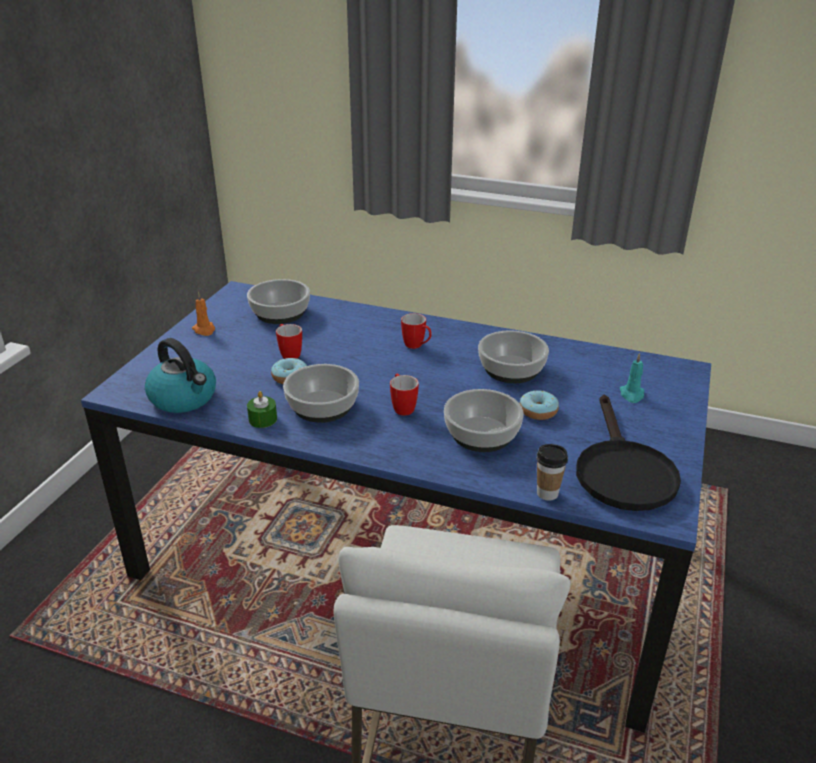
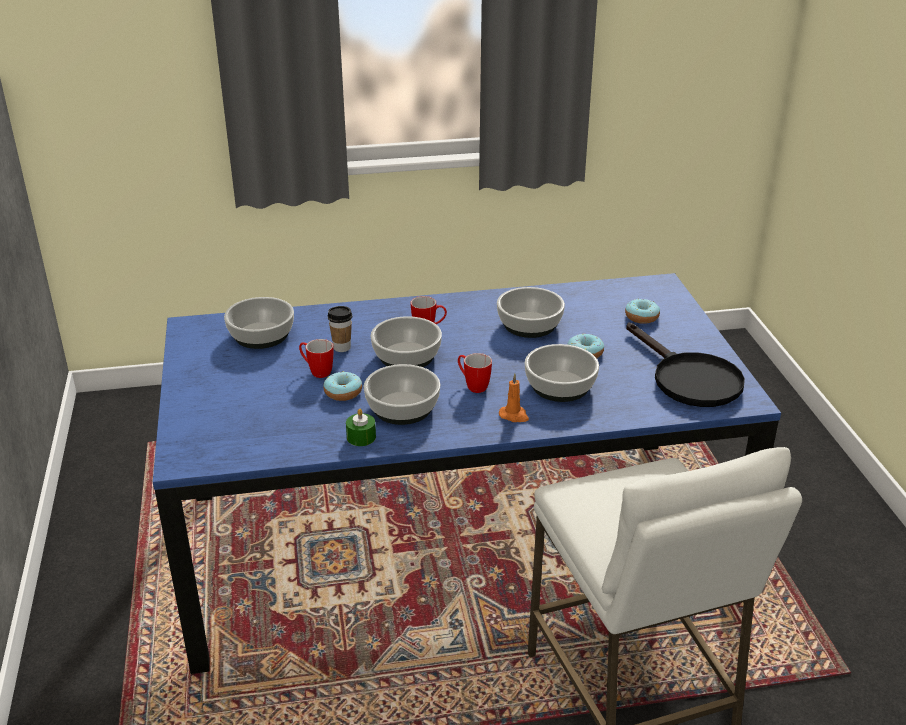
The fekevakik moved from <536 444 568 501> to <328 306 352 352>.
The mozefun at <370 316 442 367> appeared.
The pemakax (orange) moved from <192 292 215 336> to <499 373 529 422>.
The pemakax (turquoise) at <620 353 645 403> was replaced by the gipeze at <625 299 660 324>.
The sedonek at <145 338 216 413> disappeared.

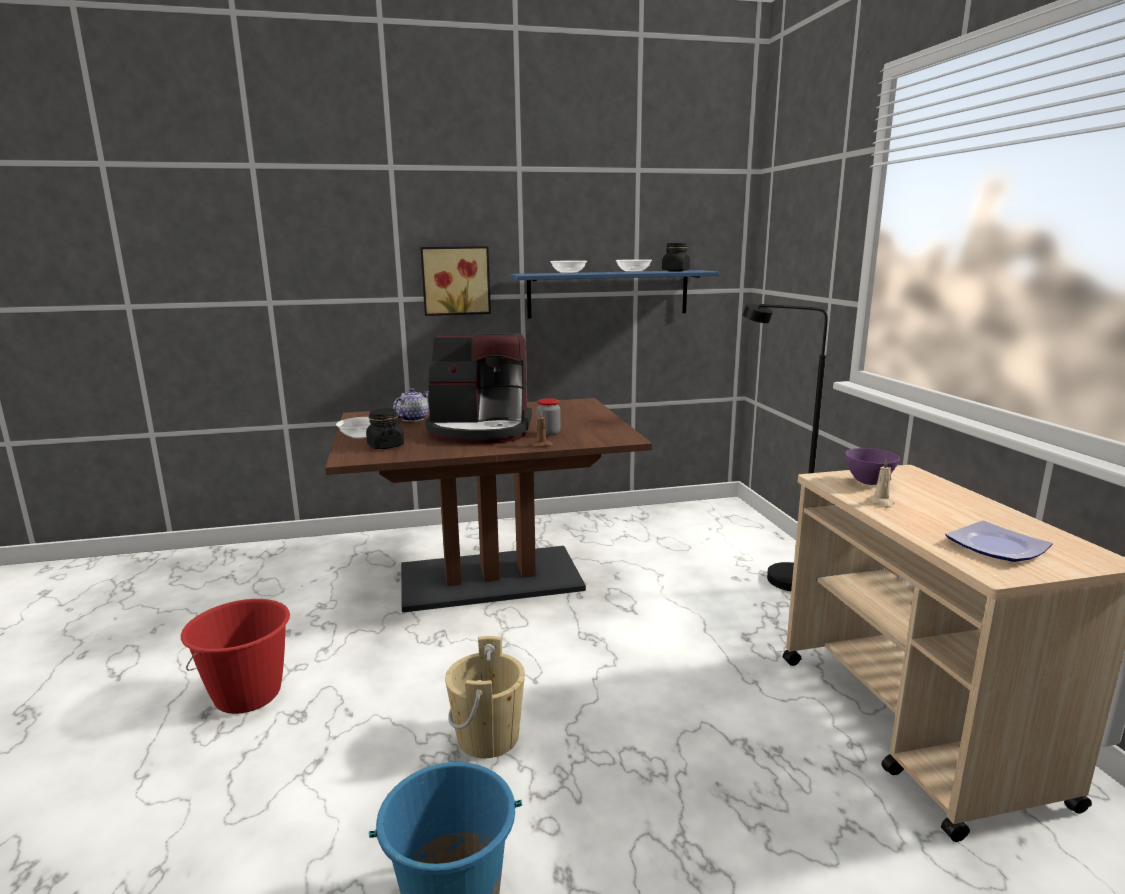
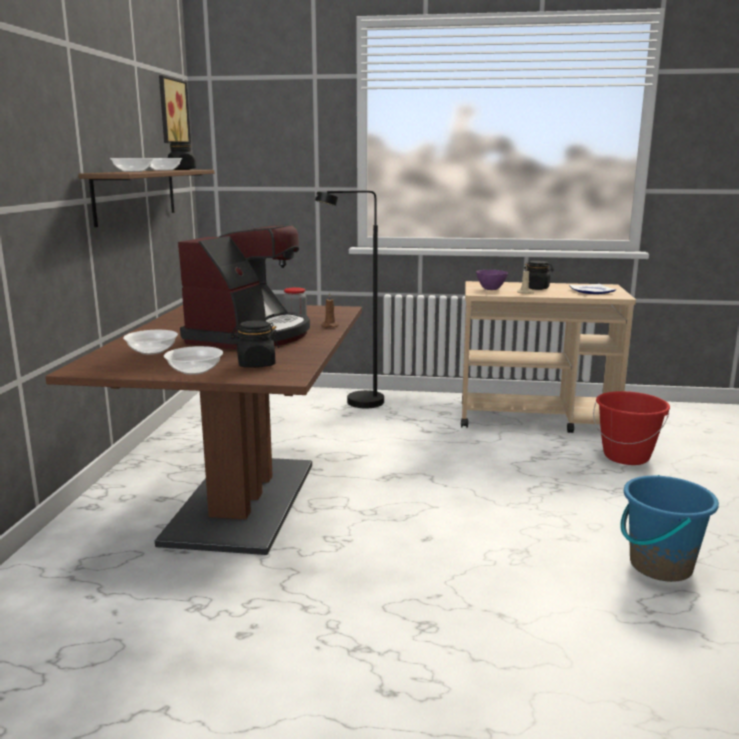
The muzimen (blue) at <510 270 719 319> became the muzimen (brown) at <78 170 214 227>.
The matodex at <393 388 429 422> was replaced by the mozefun at <123 330 178 355>.
The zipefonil moved from <420 246 491 316> to <159 75 191 144>.
The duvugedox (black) at <524 261 554 290> appeared.
The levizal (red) moved from <181 599 290 714> to <593 391 670 465>.
The levizal (beige) at <445 636 525 758> disappeared.

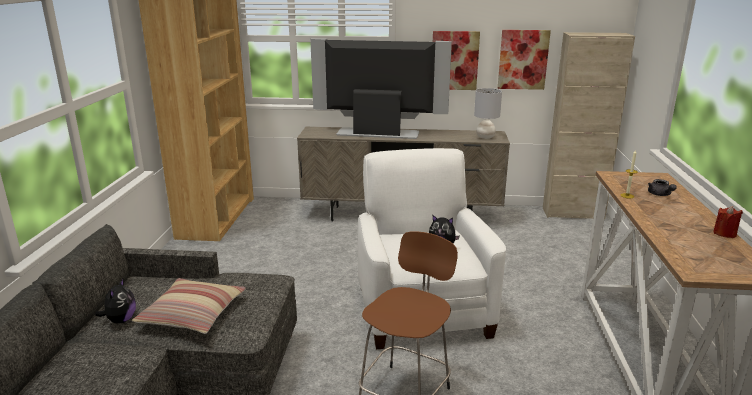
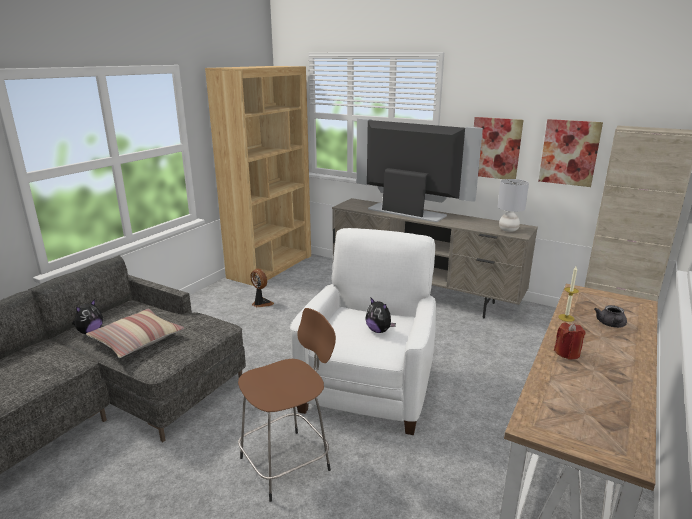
The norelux at <250 269 274 307> appeared.
The pemakax (red) moved from <713 206 743 238> to <554 323 585 360>.

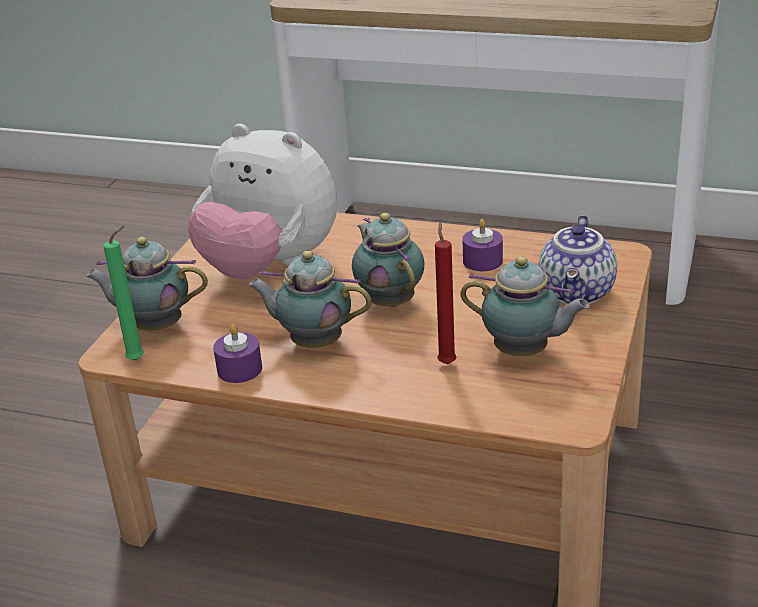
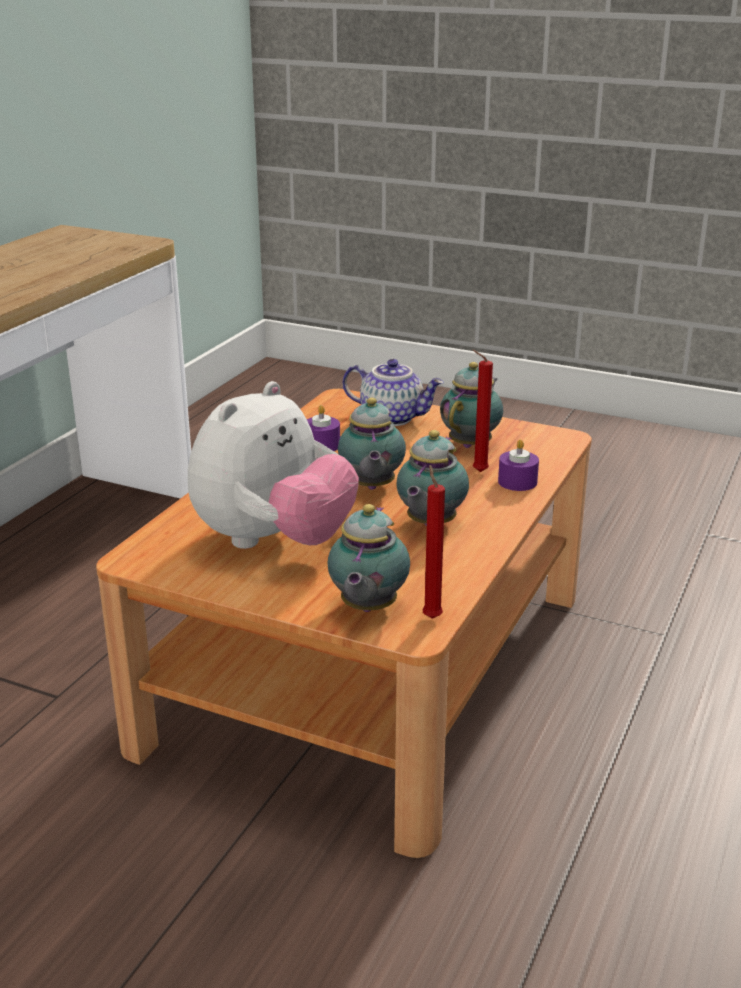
The matodex at <352 213 425 307> turned 75 degrees counterclockwise.
The pemakax (green) at <103 226 144 361> became the pemakax (red) at <423 465 445 619>.
The pemakax (purple) moved from <213 324 262 383> to <498 439 539 491>.

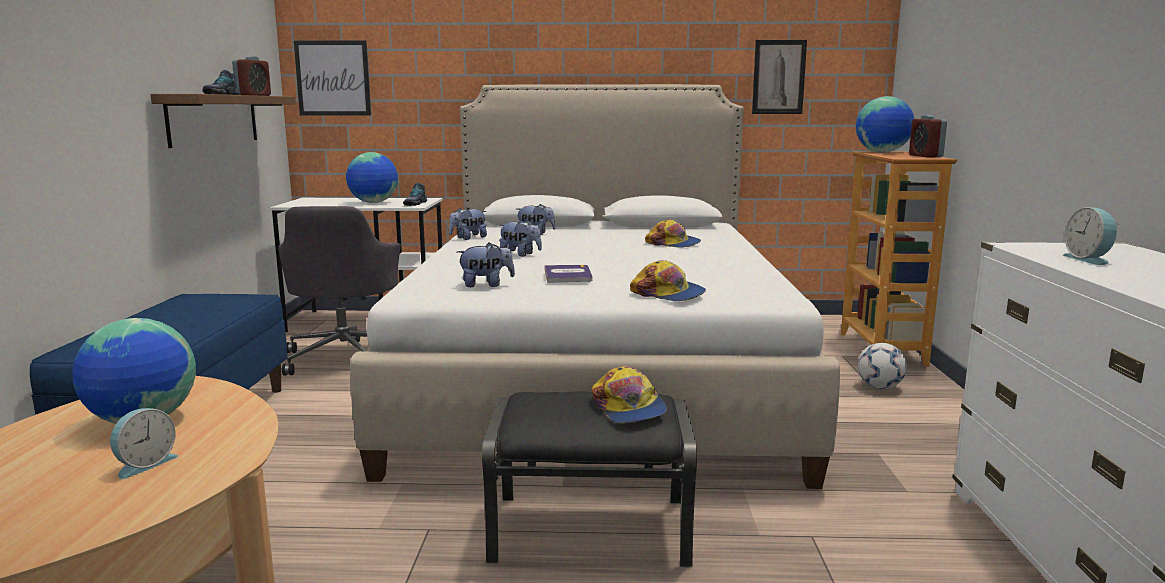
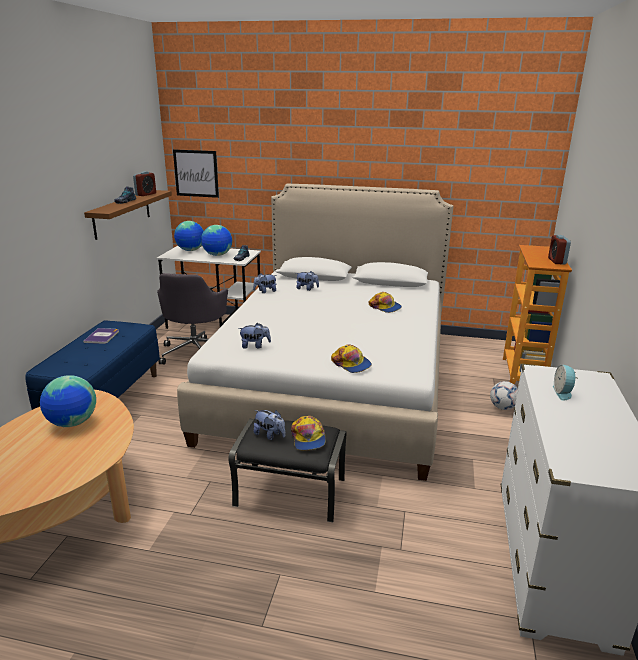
The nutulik moved from <544 265 593 283> to <83 328 119 344>.
The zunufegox moved from <856 96 914 153> to <174 221 204 251>.
The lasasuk moved from <499 220 542 257> to <254 410 285 440>.
The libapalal at <110 408 178 479> disappeared.
The zipefonil at <752 40 807 114> disappeared.

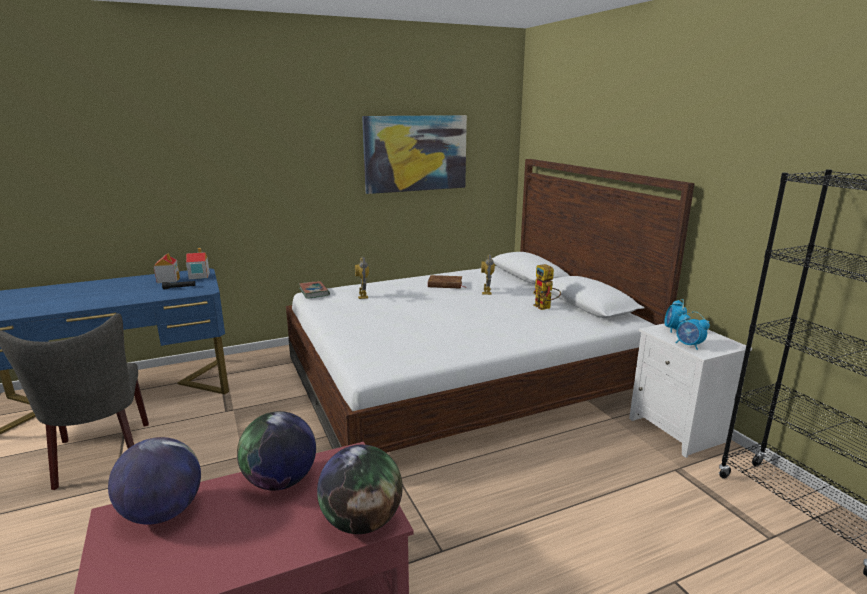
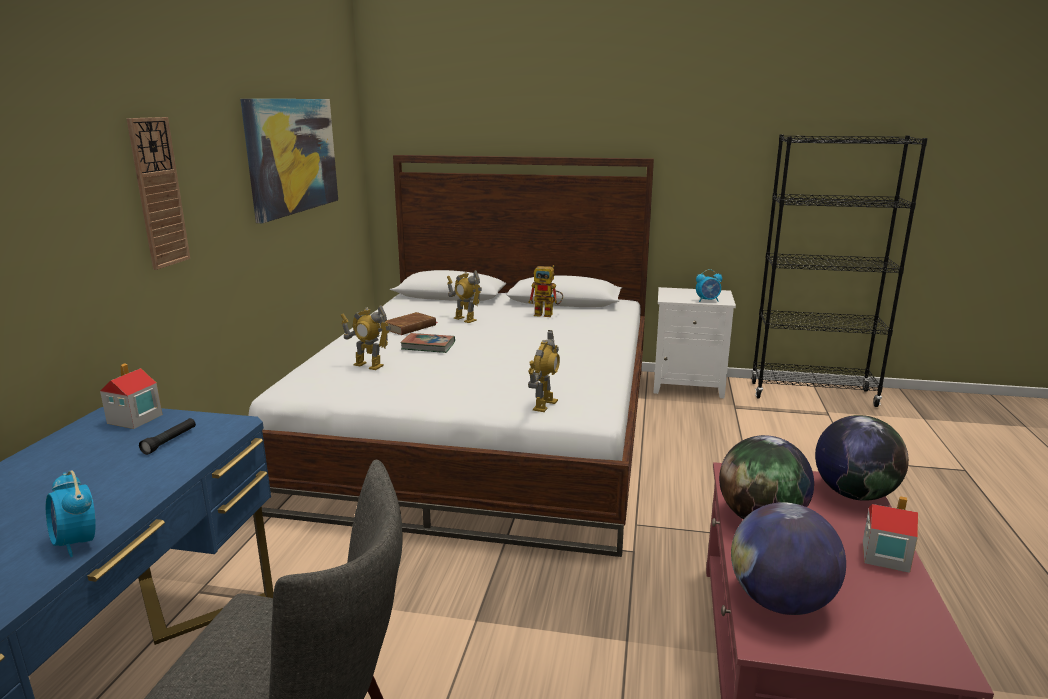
The libapalal moved from <664 299 687 333> to <46 470 96 557>.
The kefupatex at <127 117 190 270> appeared.
The nutulik moved from <299 281 330 299> to <400 333 455 353>.
The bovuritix at <528 330 560 412> appeared.
The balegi moved from <154 253 180 283> to <863 496 918 573>.

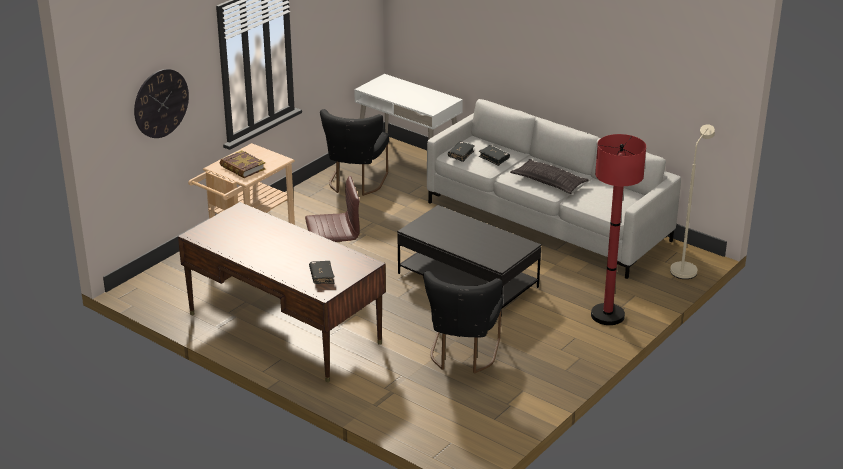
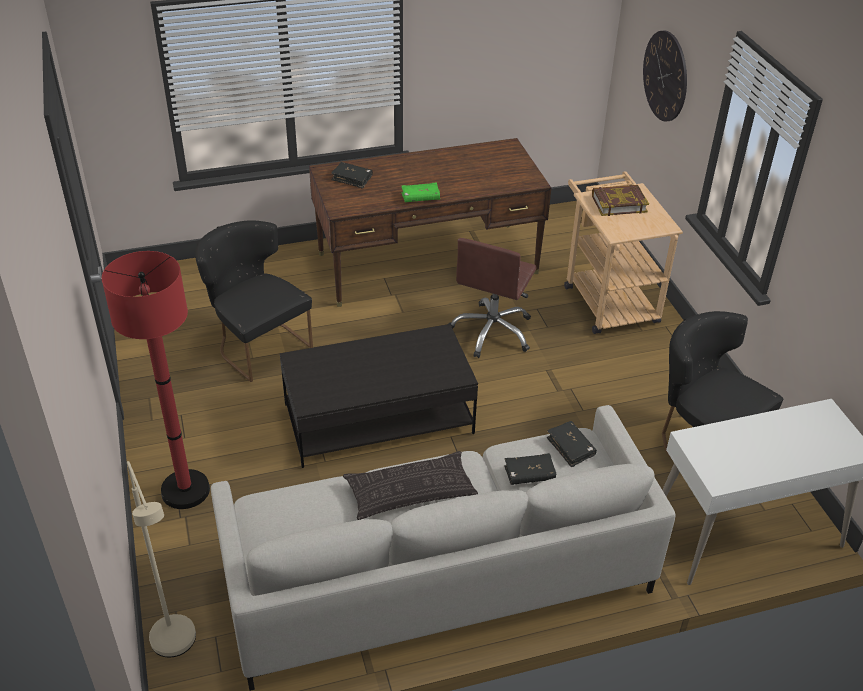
The nutulik (green) at <401 183 440 202> appeared.

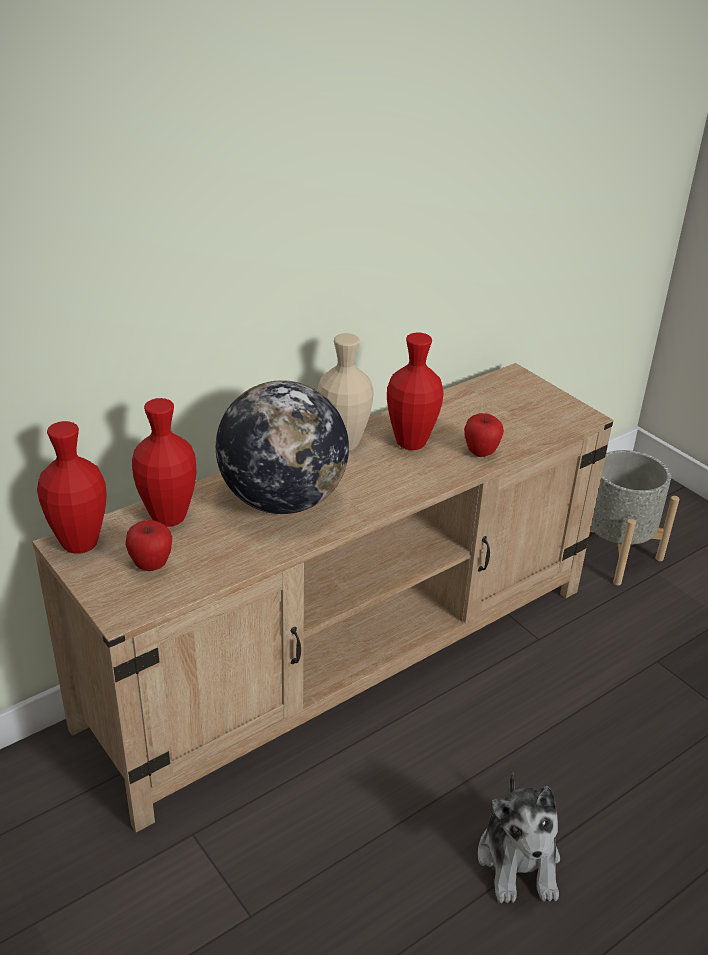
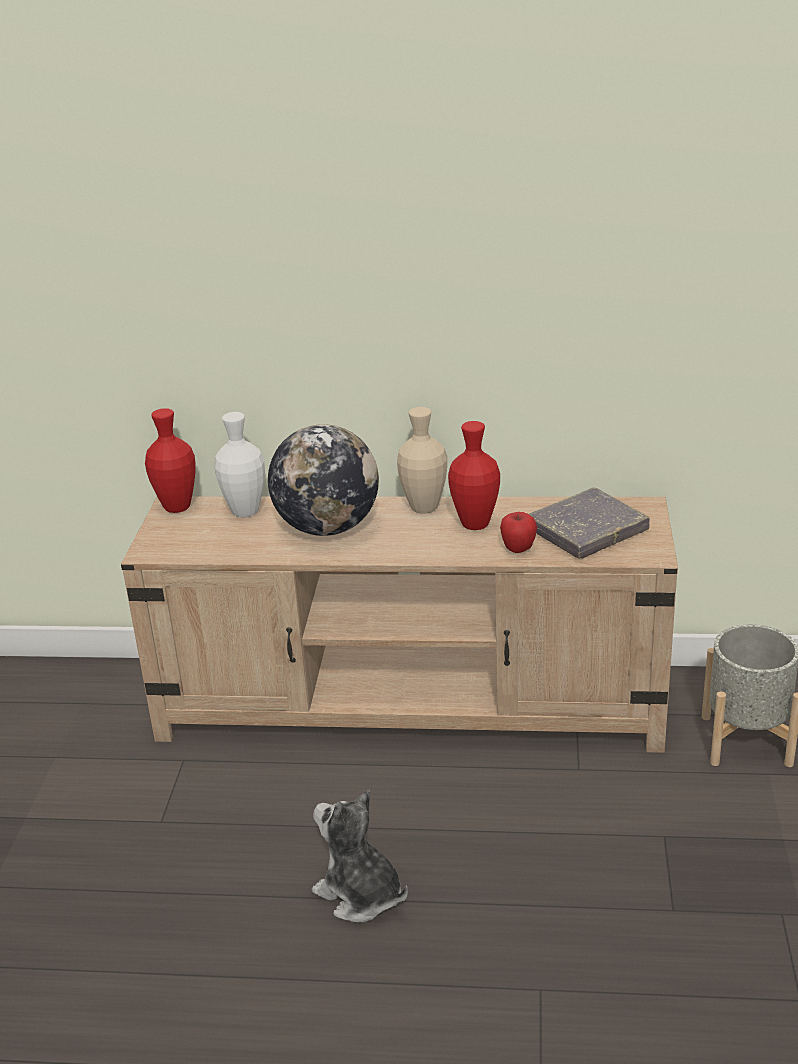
The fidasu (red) at <132 398 196 527> became the fidasu (white) at <214 412 265 517>.
The lasasuk at <478 772 560 903> turned 90 degrees clockwise.
The nutulik (grey) at <529 487 650 559> appeared.
The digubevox at <125 520 172 571> disappeared.

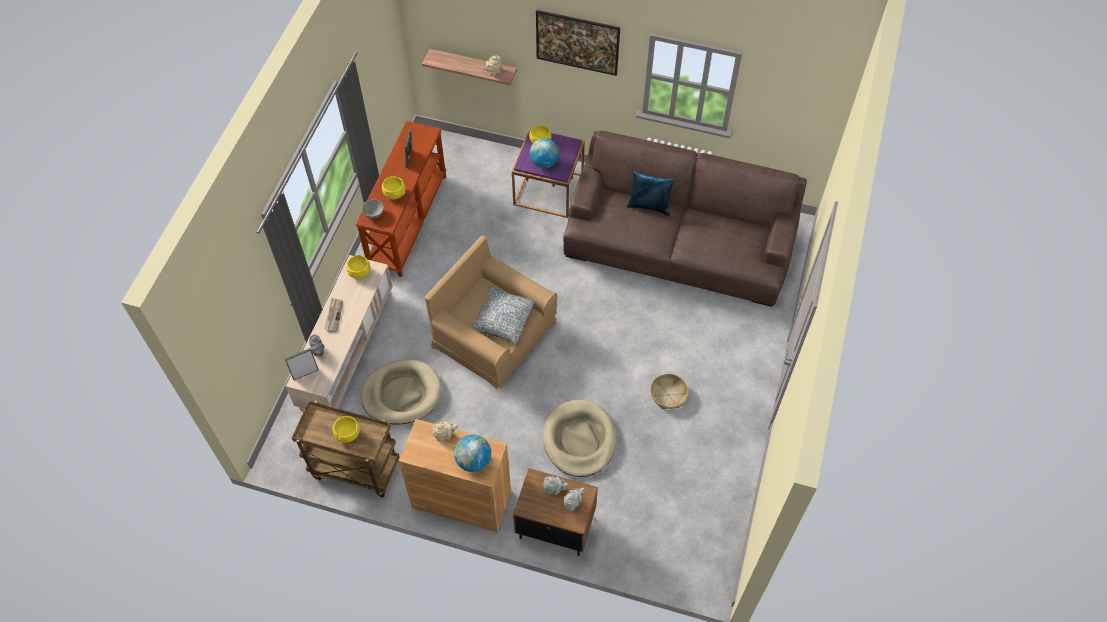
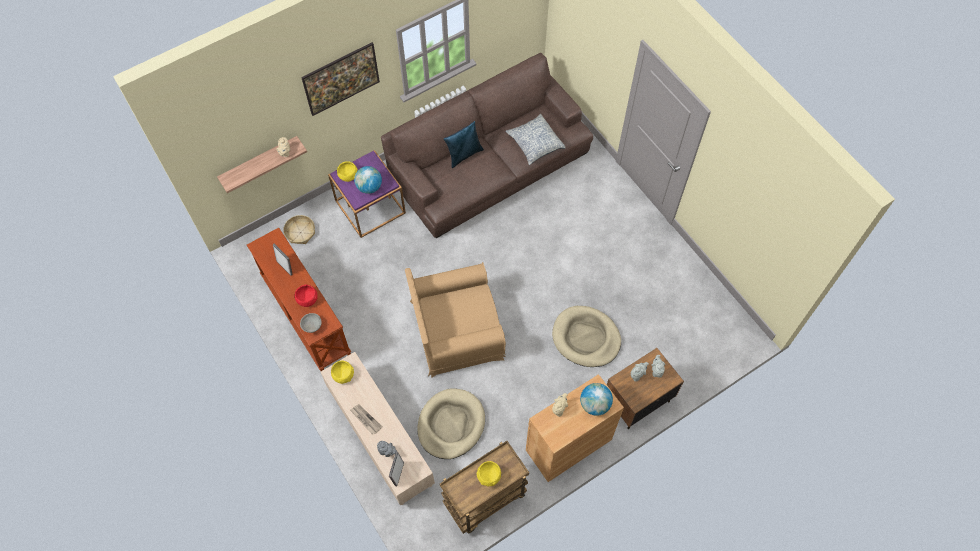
The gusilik moved from <650 374 688 409> to <283 215 315 244>.
The mozefun (yellow) at <382 176 406 199> became the mozefun (red) at <295 284 318 307>.
The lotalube moved from <470 285 535 346> to <505 114 566 165>.

